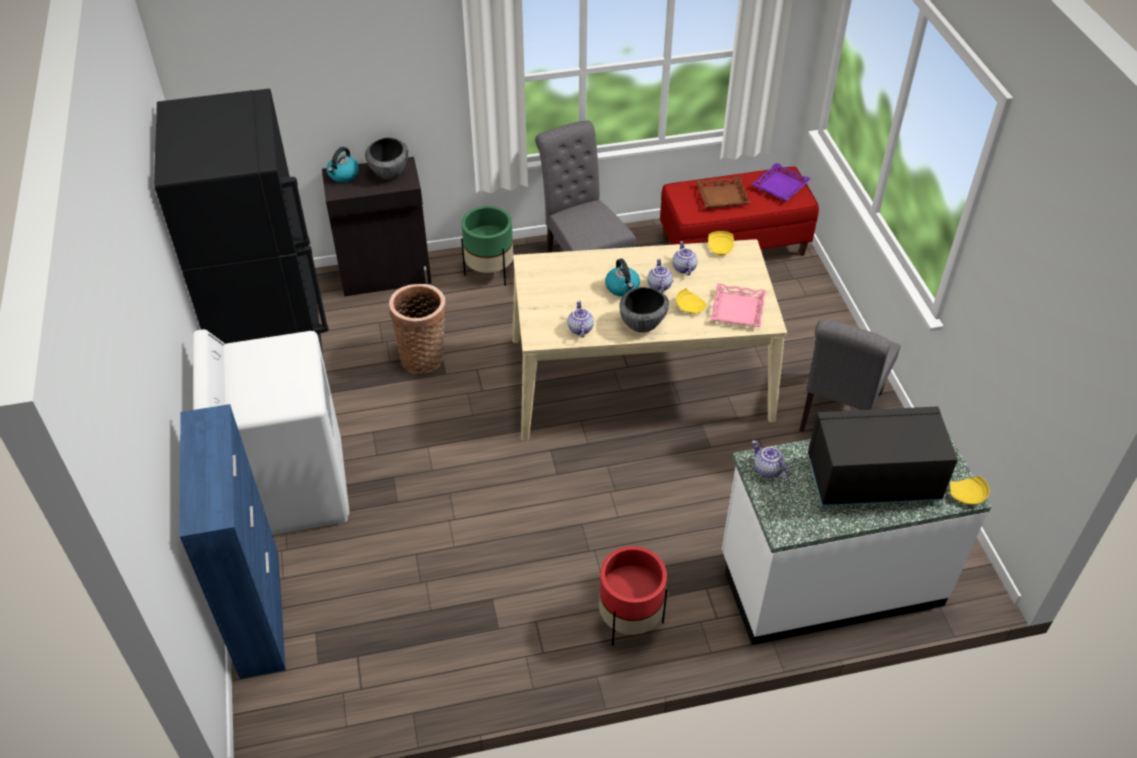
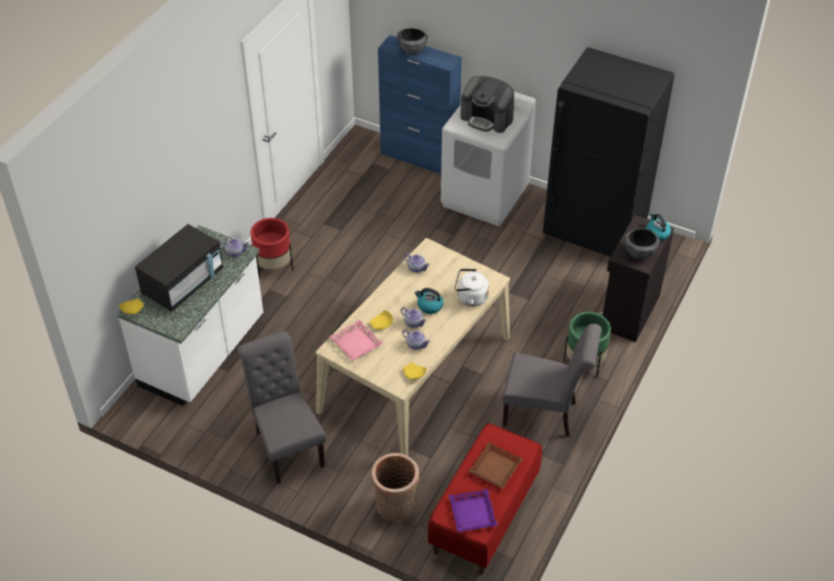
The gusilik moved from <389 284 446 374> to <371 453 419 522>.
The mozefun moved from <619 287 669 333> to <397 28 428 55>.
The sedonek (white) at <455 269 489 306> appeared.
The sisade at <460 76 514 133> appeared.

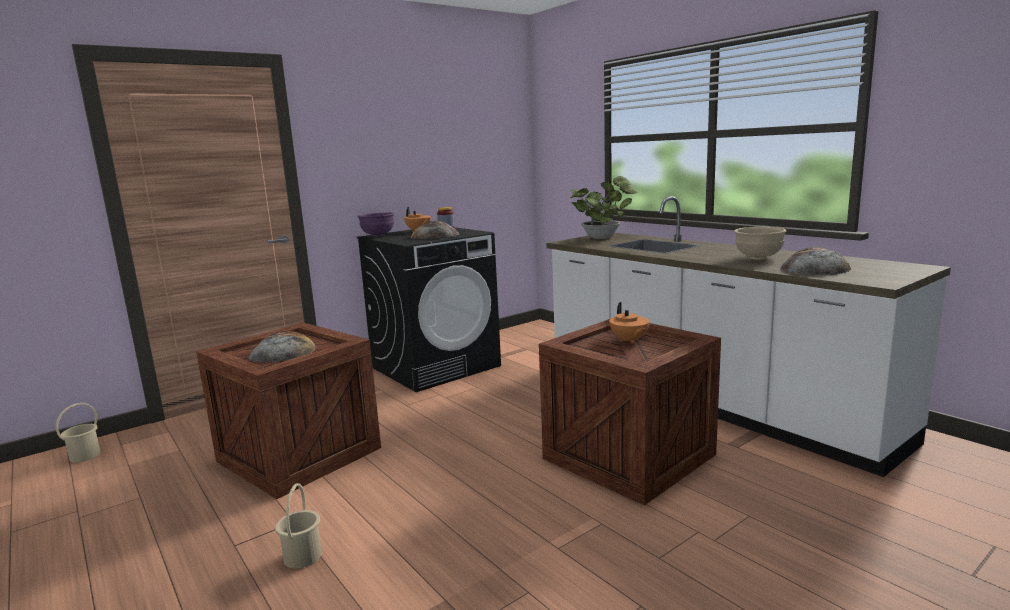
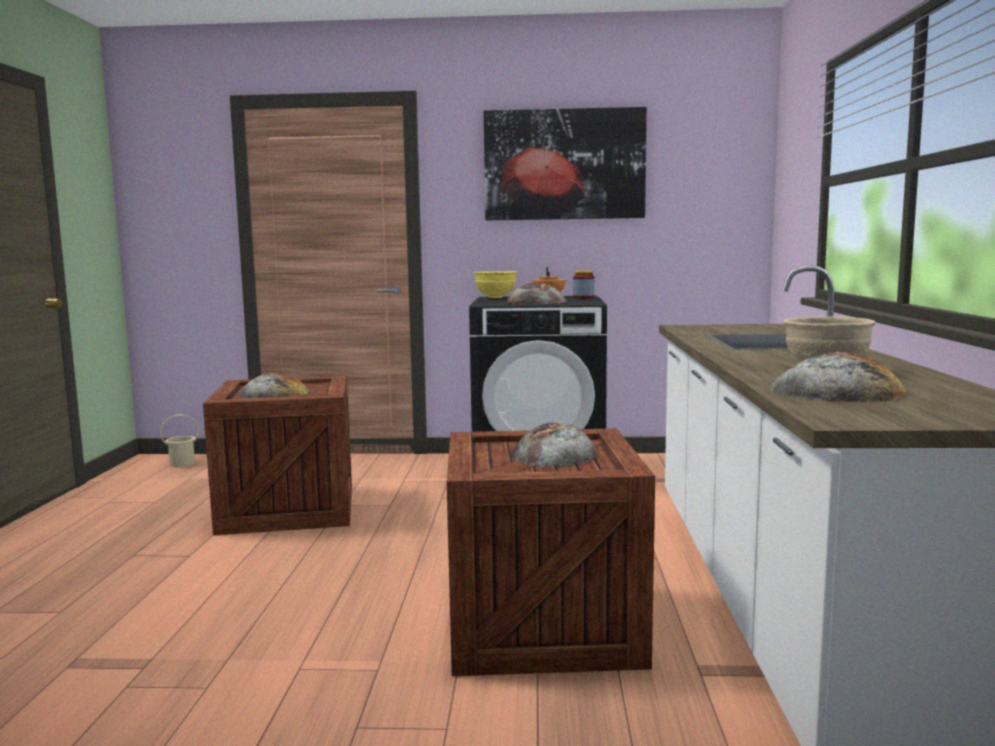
The mozefun (purple) at <357 212 394 237> became the mozefun (yellow) at <474 271 517 298>.
The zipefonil at <484 107 647 220> appeared.
The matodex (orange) at <609 302 650 344> was replaced by the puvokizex at <511 423 597 468>.
The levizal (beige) at <275 483 322 569> disappeared.
The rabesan at <570 176 638 239> disappeared.

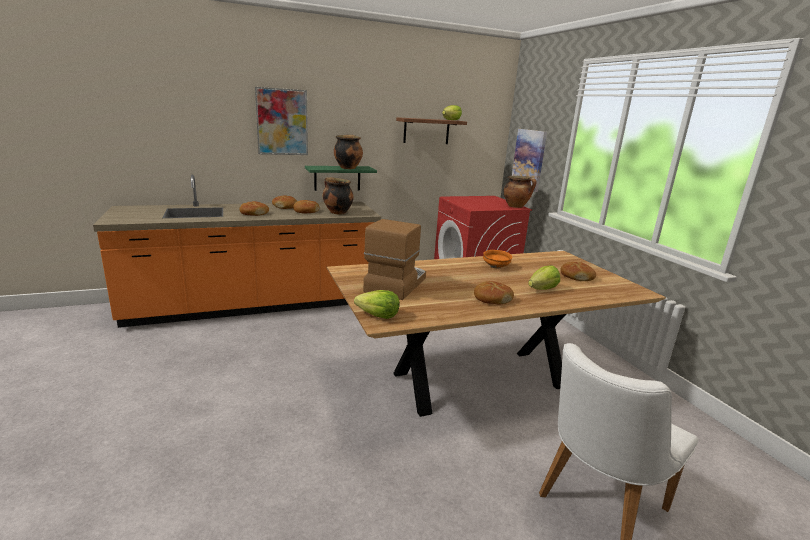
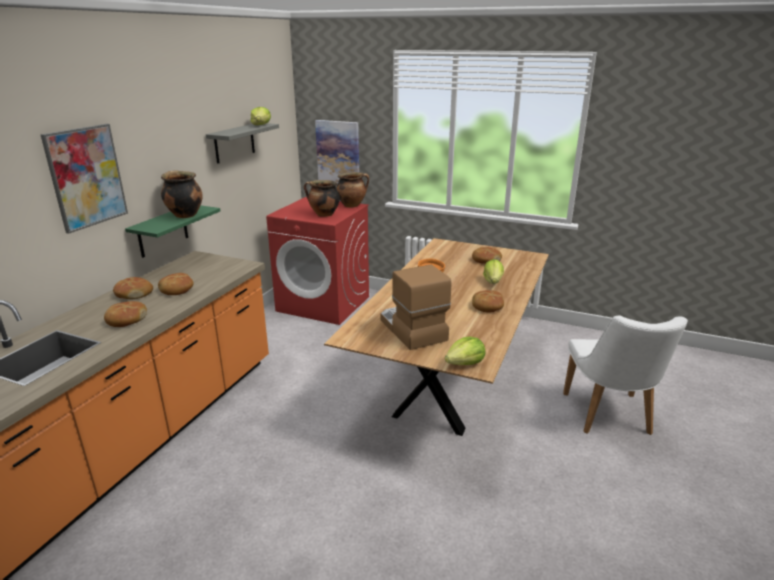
The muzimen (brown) at <396 117 467 144> became the muzimen (grey) at <206 123 279 164>.
The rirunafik moved from <323 177 354 215> to <304 180 340 217>.

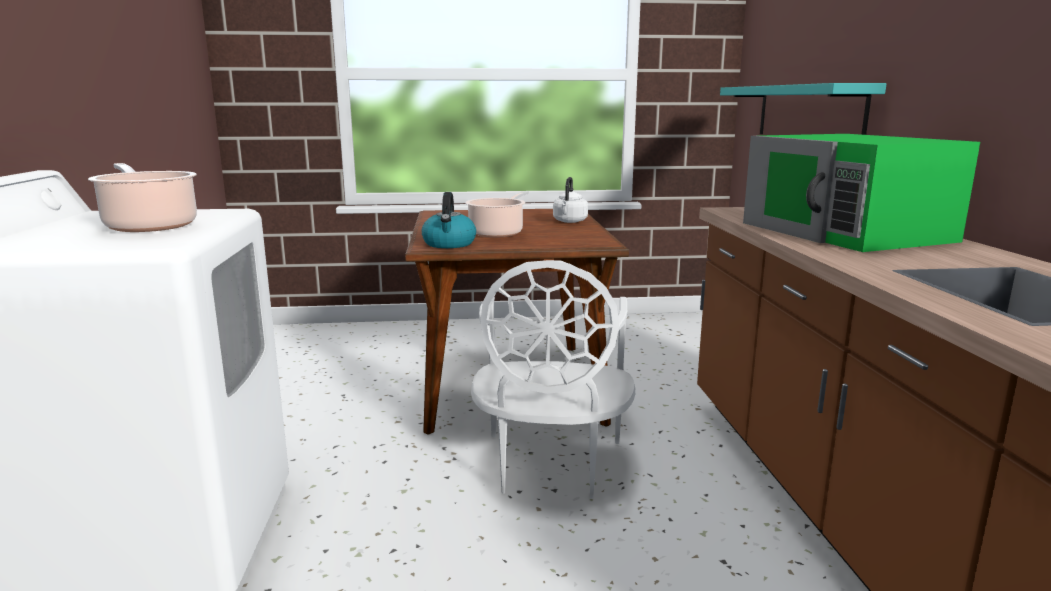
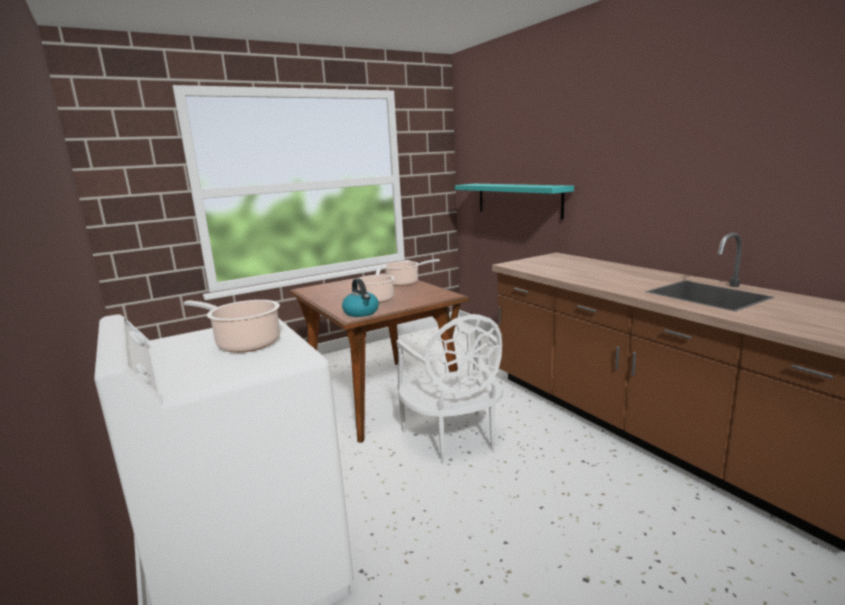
The sedonek (white) at <553 177 588 223> was replaced by the rirunafik at <384 259 440 286>.
The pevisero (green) at <743 134 980 252> disappeared.

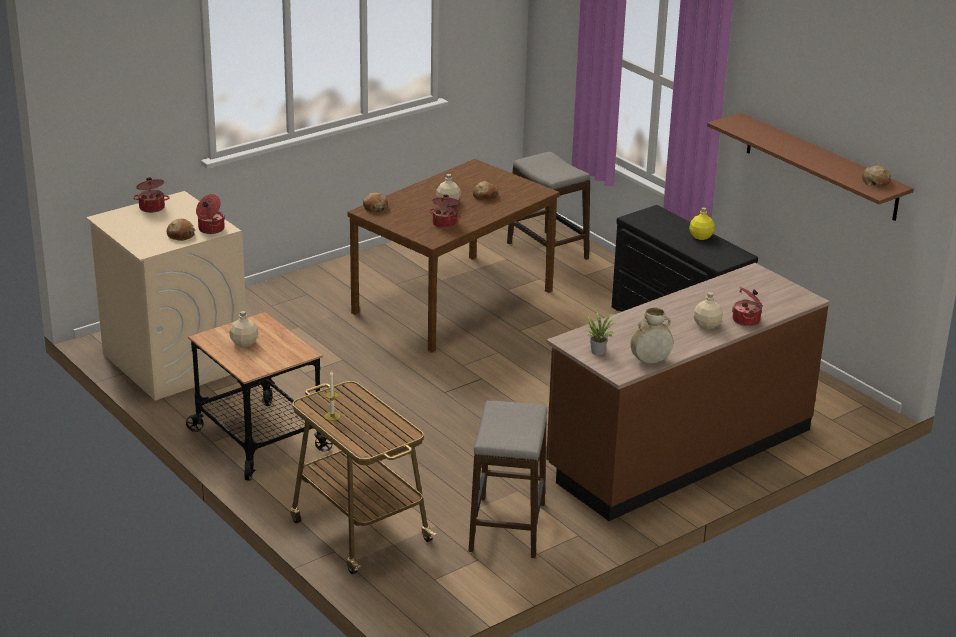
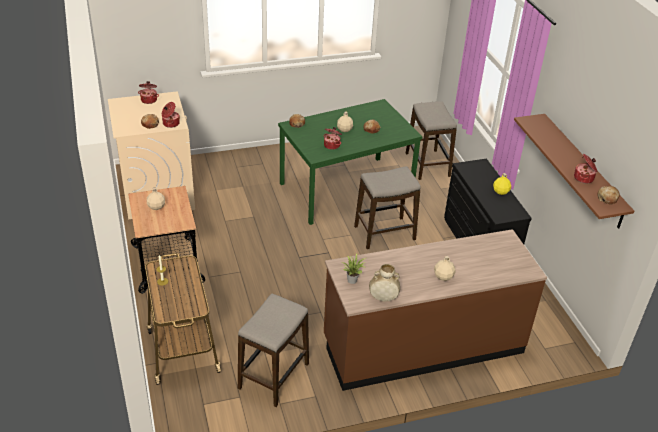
The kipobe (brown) at <347 159 560 353> became the kipobe (green) at <278 99 423 225>.
The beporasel at <354 166 420 249> appeared.
The rirunafik moved from <732 287 763 326> to <574 154 597 184>.

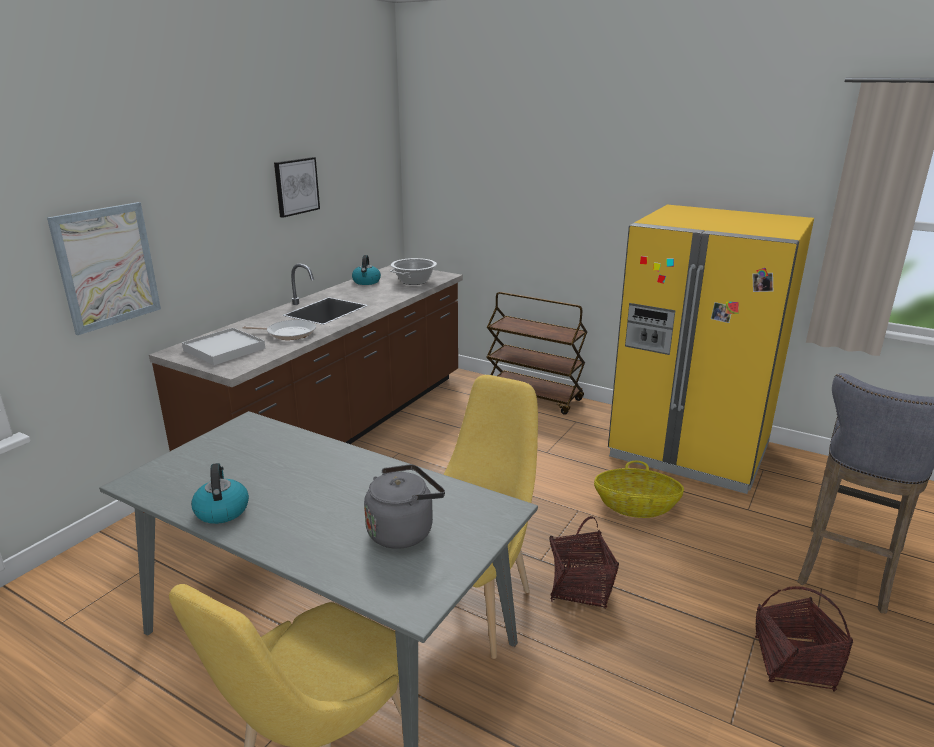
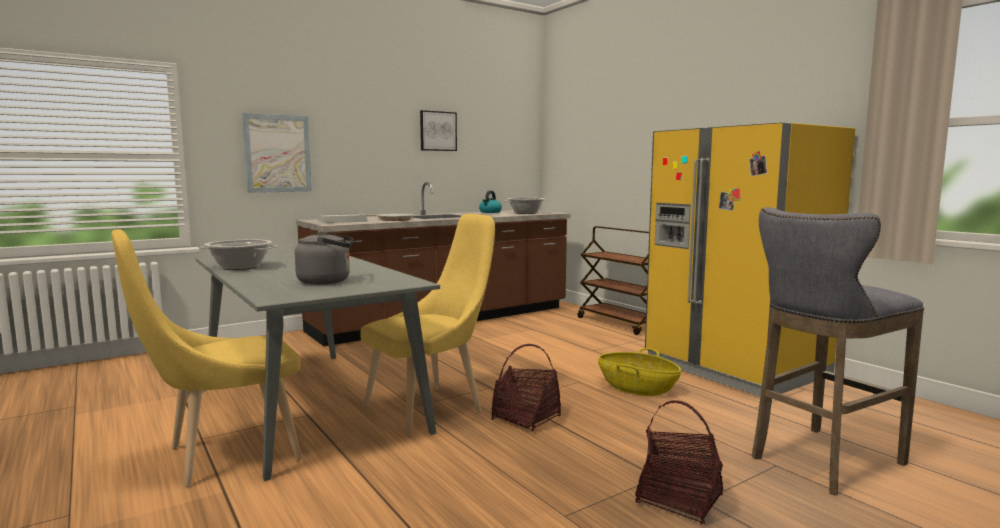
The sedonek at <191 463 249 524> was replaced by the rirunafik at <200 239 278 270>.

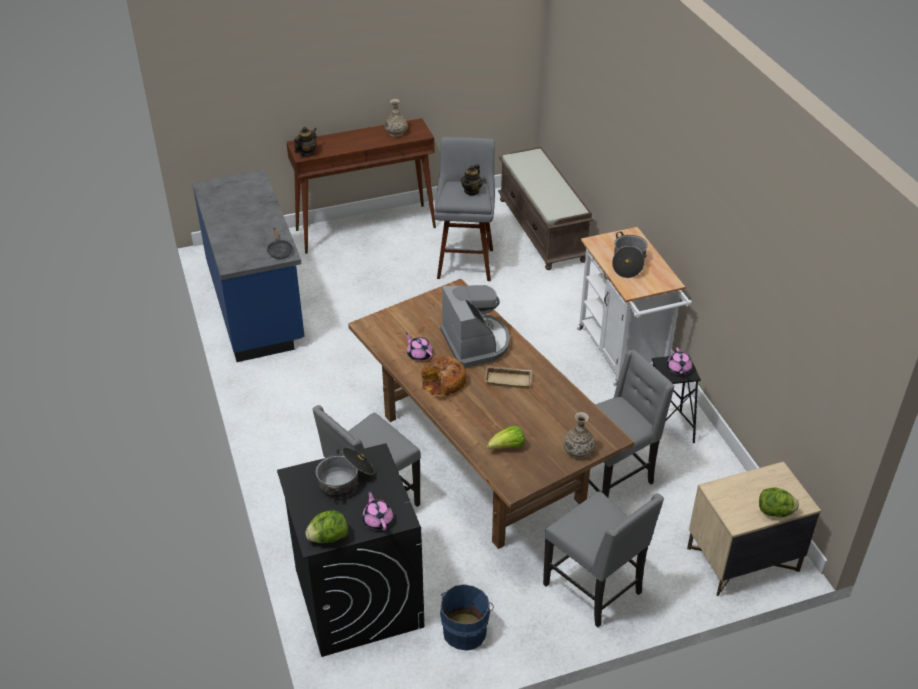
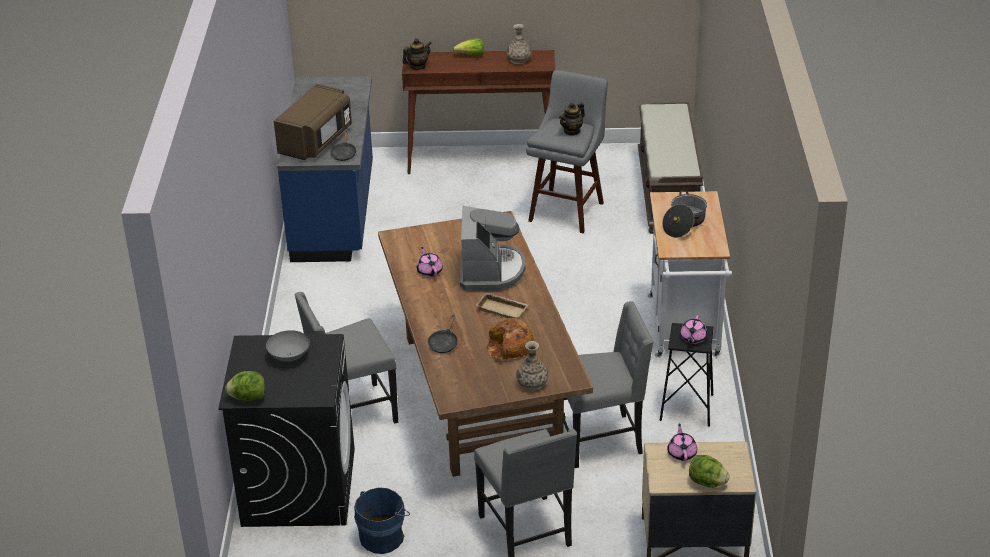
The rirunafik at <316 447 375 498> was replaced by the mozefun (grey) at <266 330 310 362>.
The pevisero (brown) at <274 84 352 160> appeared.
The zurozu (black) at <428 314 458 353> appeared.
The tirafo moved from <487 426 525 449> to <453 38 484 56>.
The puvokizex moved from <421 355 467 398> to <486 318 534 361>.
The matodex (pink) moved from <362 490 393 530> to <667 423 697 461>.

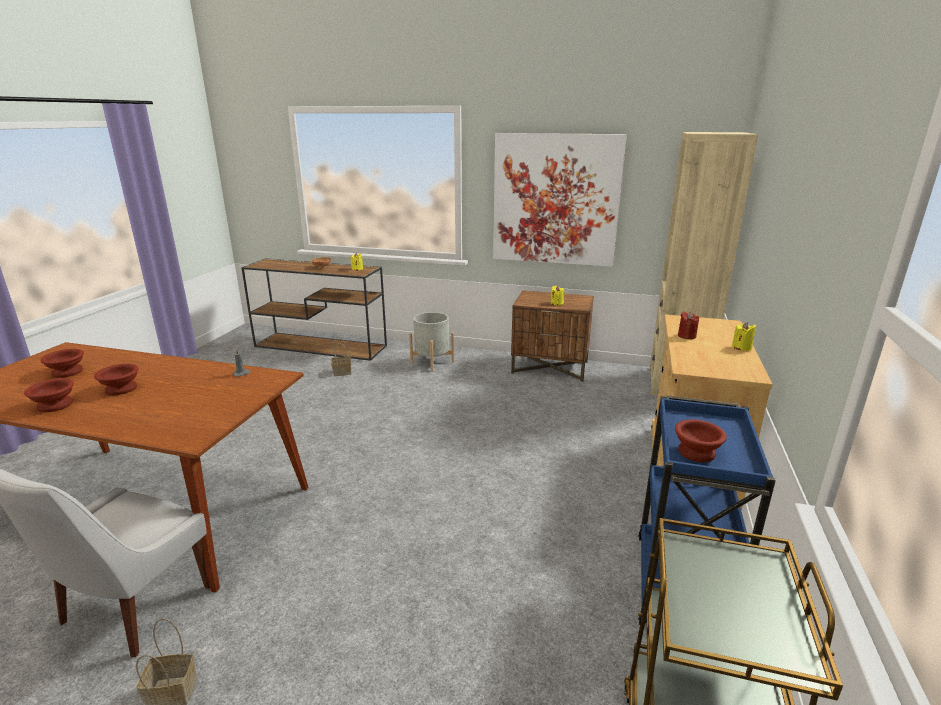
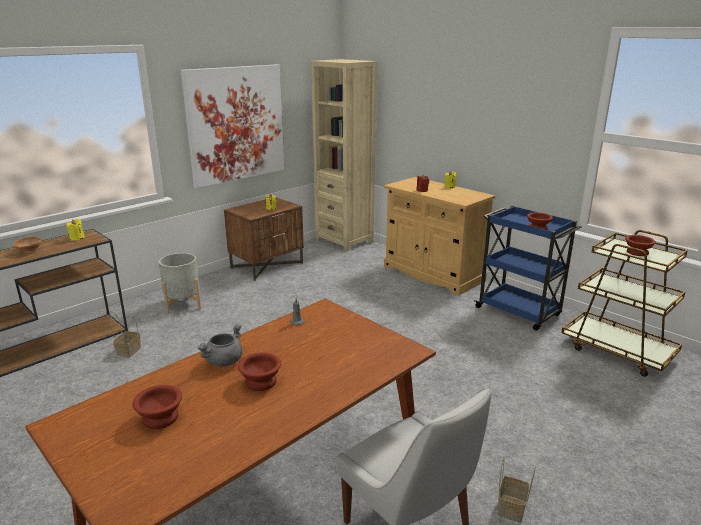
The rirunafik (grey) at <197 324 242 366> appeared.
The mozefun (brown) moved from <24 378 74 412> to <625 235 656 256>.

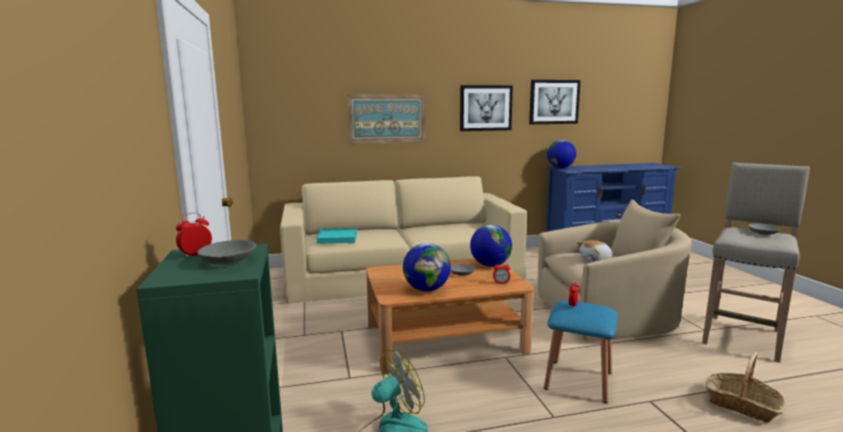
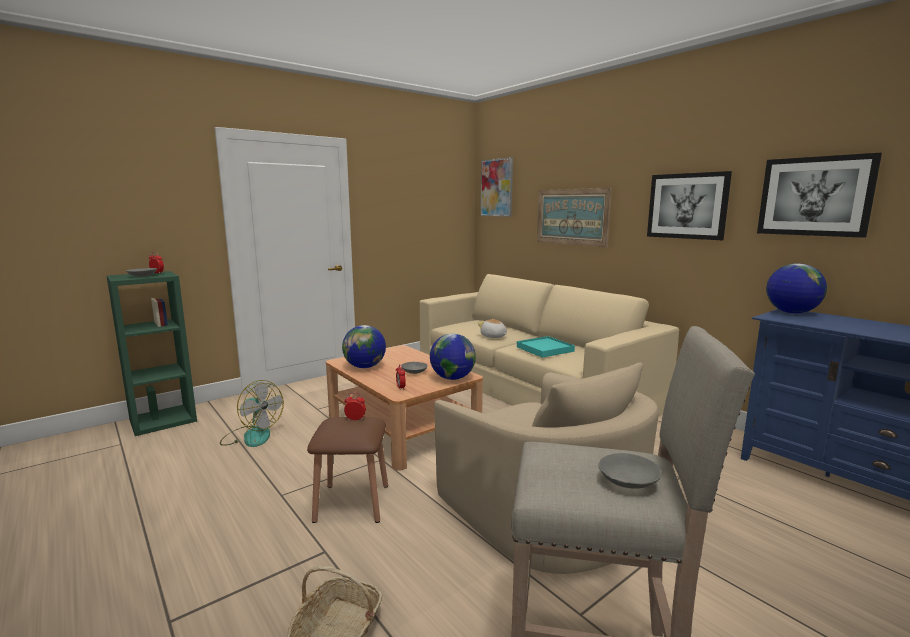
The beporasel (blue) at <544 301 618 403> became the beporasel (brown) at <307 417 388 523>.
The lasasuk moved from <577 240 612 262> to <478 319 507 338>.
The zipefonil at <481 157 513 217> appeared.
The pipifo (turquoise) moved from <317 228 357 244> to <517 336 575 358>.

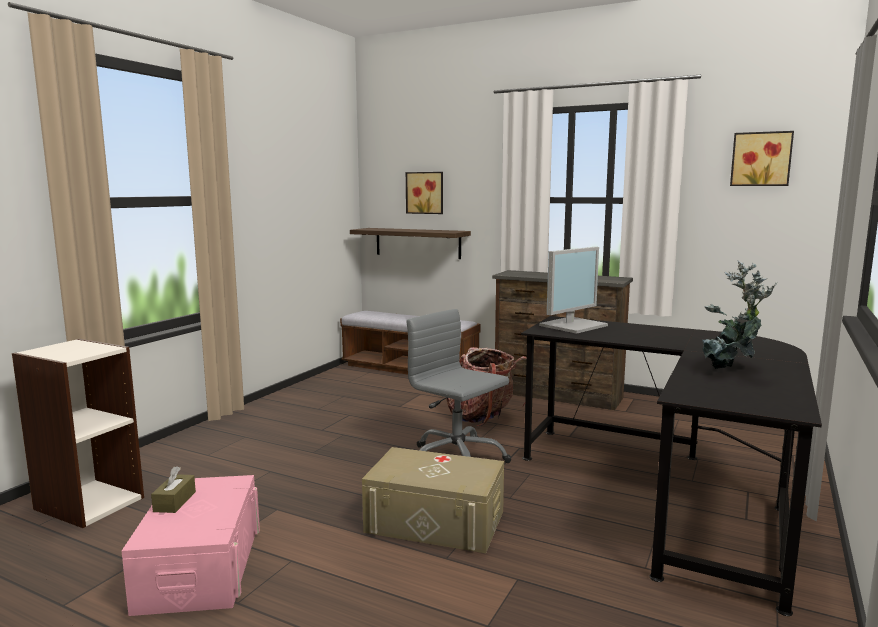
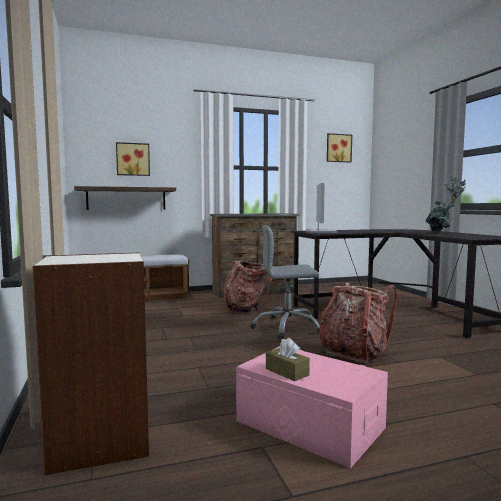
The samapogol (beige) at <362 447 504 553> was replaced by the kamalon at <318 282 397 363>.

